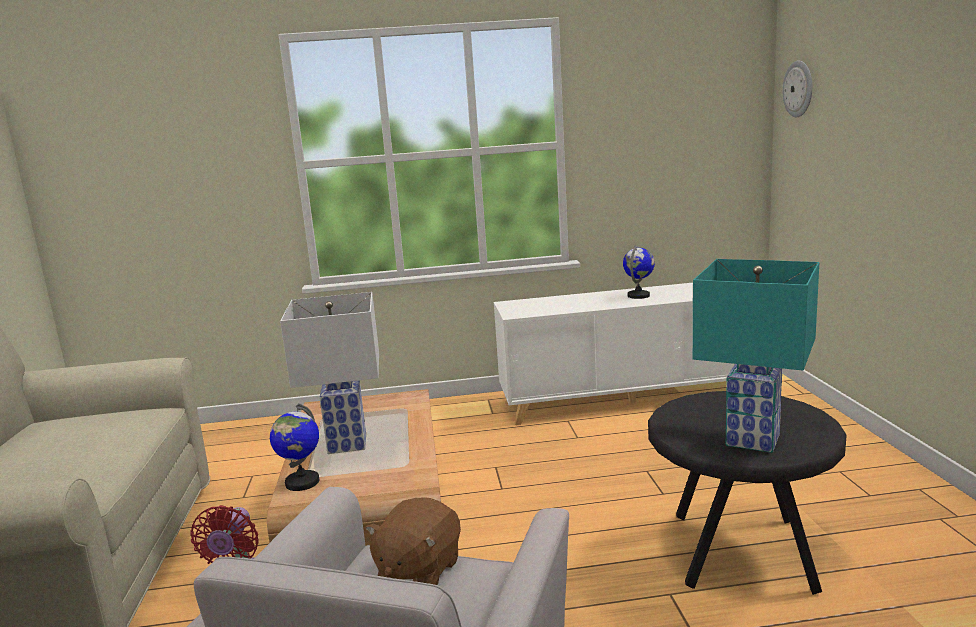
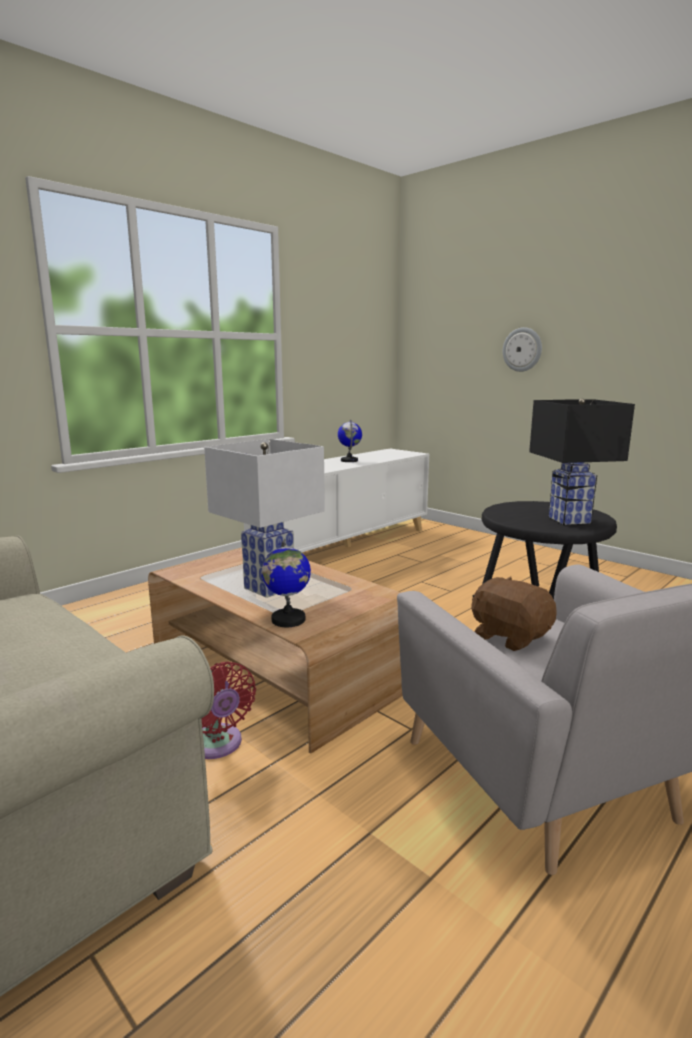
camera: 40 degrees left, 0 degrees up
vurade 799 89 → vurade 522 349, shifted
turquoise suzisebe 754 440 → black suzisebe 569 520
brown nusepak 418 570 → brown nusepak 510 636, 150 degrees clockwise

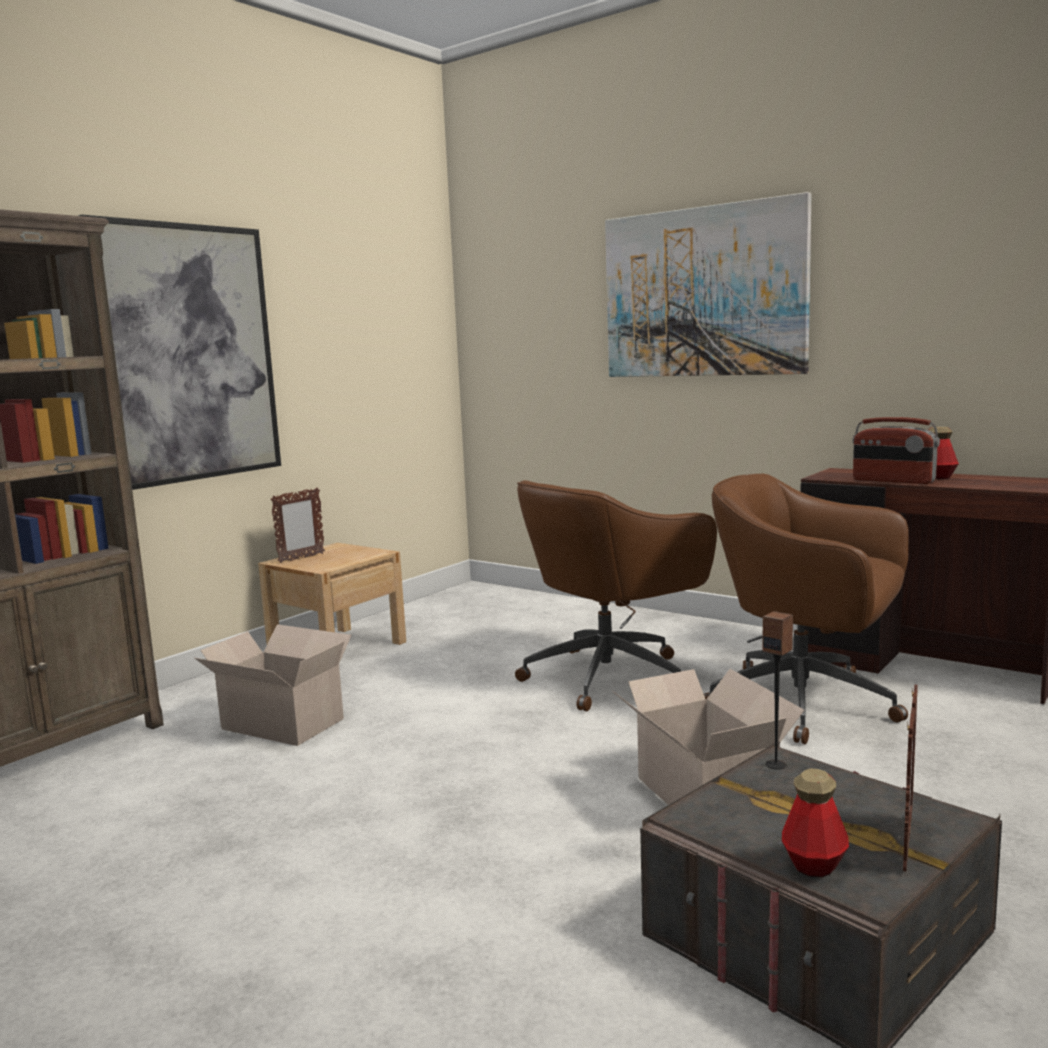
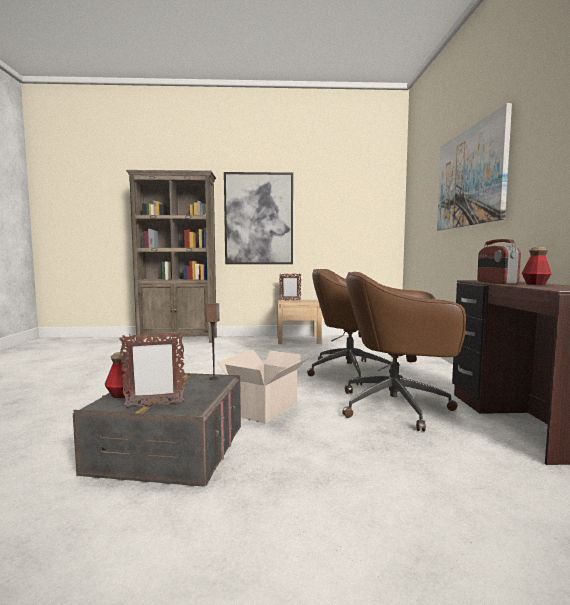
camera: 50 degrees right, 5 degrees down
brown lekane 807 704 → brown lekane 398 407, 75 degrees counterclockwise
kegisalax 280 723 → -

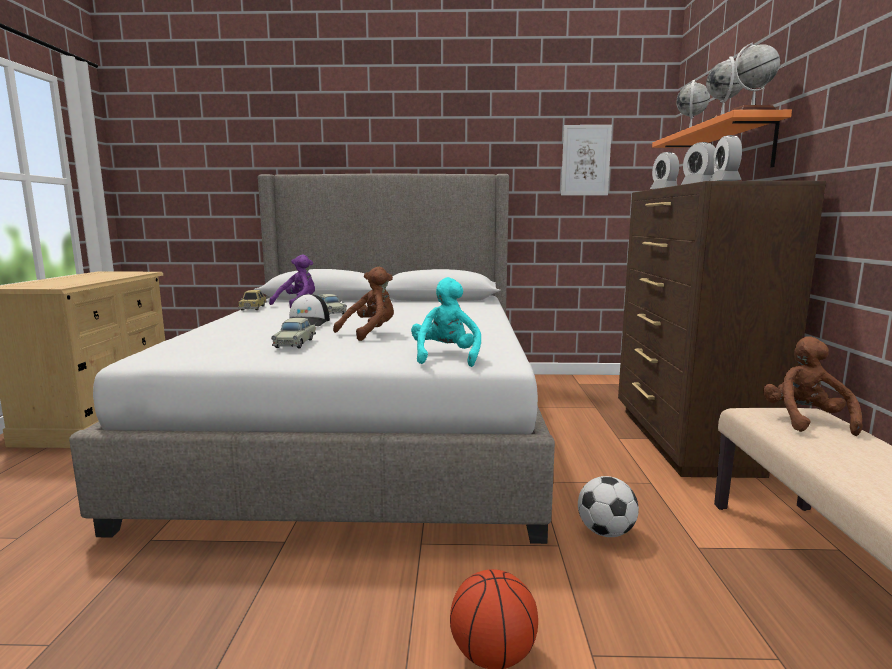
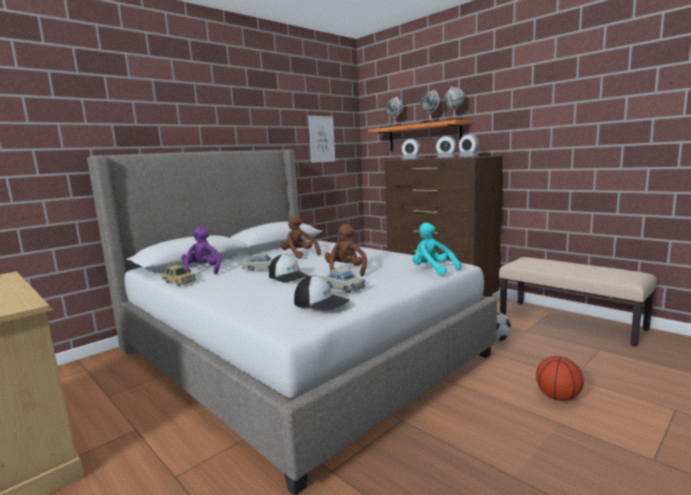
camera: 45 degrees left, 0 degrees up
brown nusepak 805 421 → brown nusepak 299 255, shifted
- → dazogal 321 302

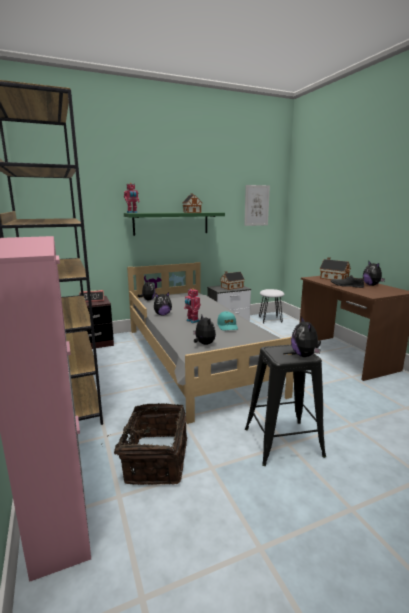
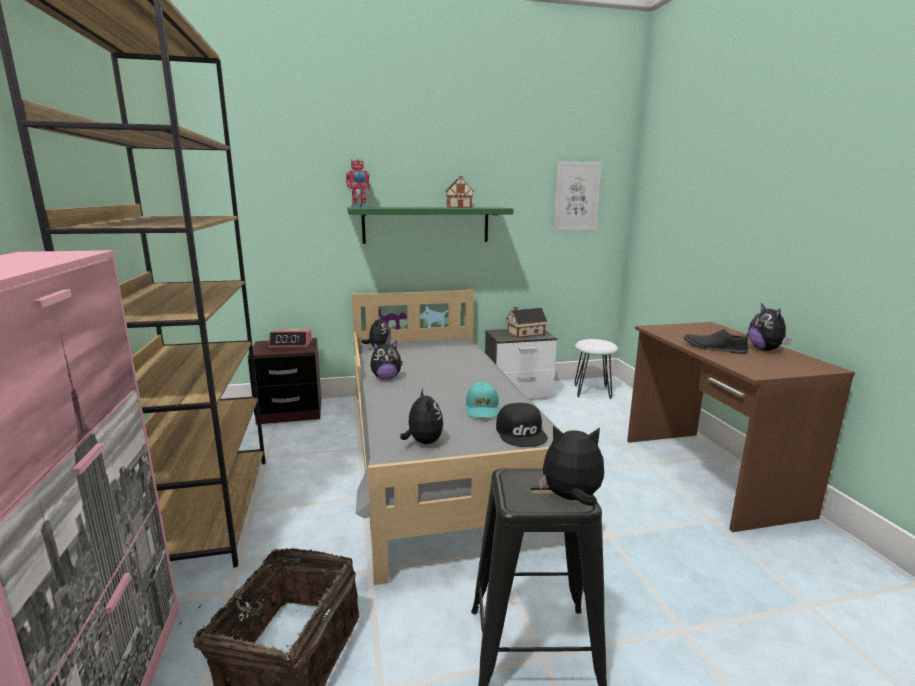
camera: 10 degrees right, 0 degrees up
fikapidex 333 278 → -
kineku 192 321 → -
nusepak 305 355 → nusepak 571 499, 90 degrees clockwise
- → black dazogal 522 433

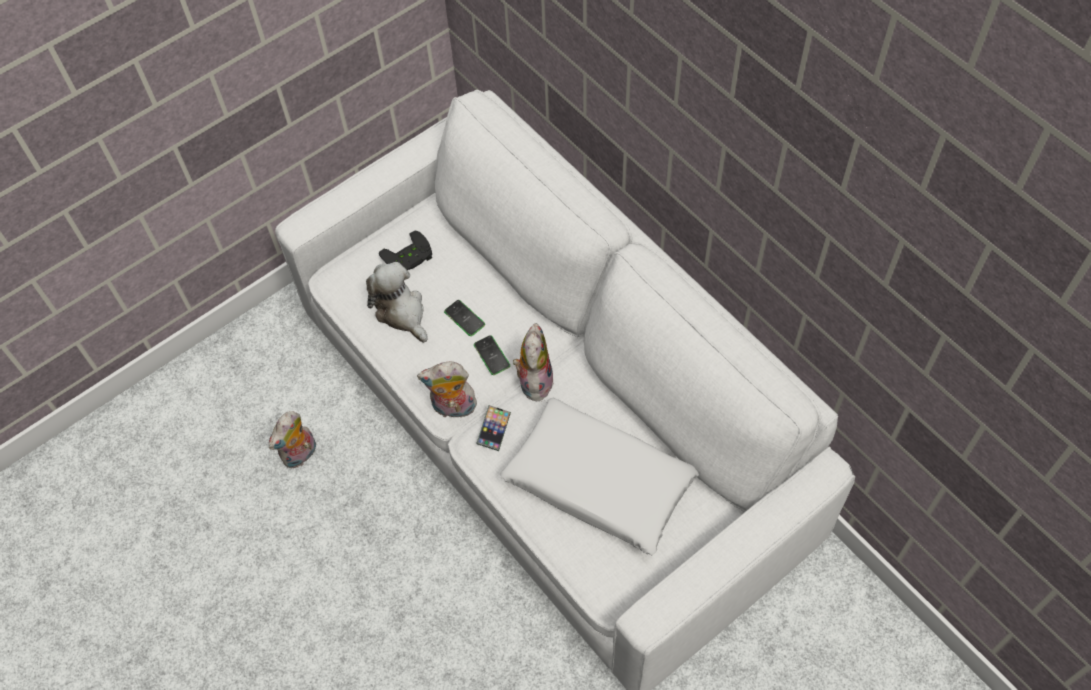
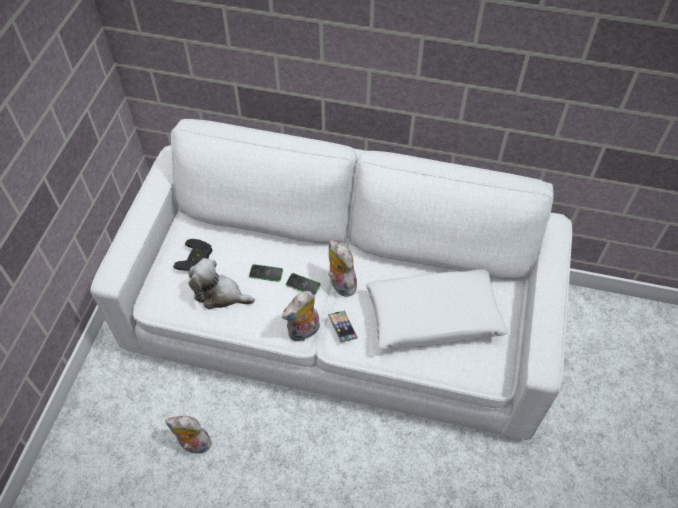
camera: 40 degrees left, 5 degrees down
nusepak 300 455 → nusepak 193 445, 105 degrees clockwise

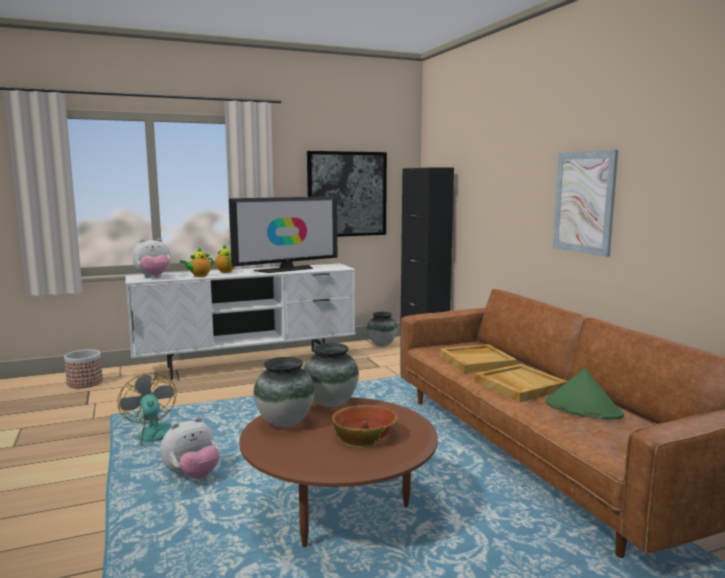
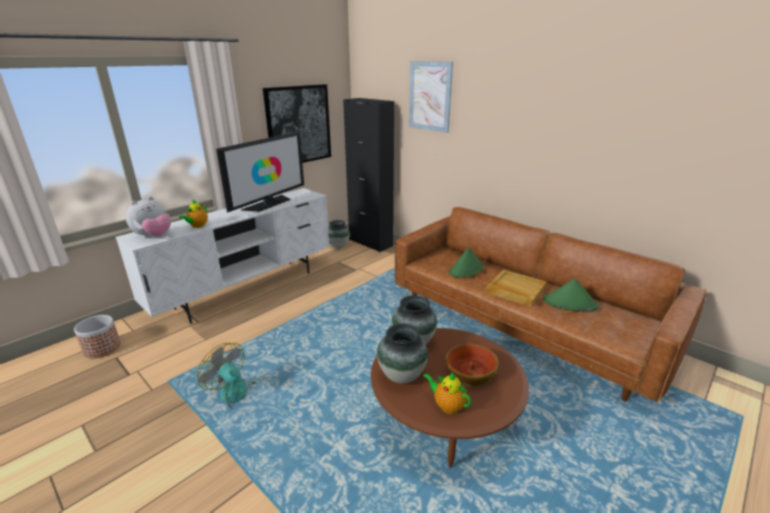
camera: 25 degrees left, 15 degrees up
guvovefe 584 202 → guvovefe 430 96, shifted
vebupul 225 271 → vebupul 447 405, shifted
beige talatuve 477 361 → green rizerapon 466 269
nusepak 192 476 → -

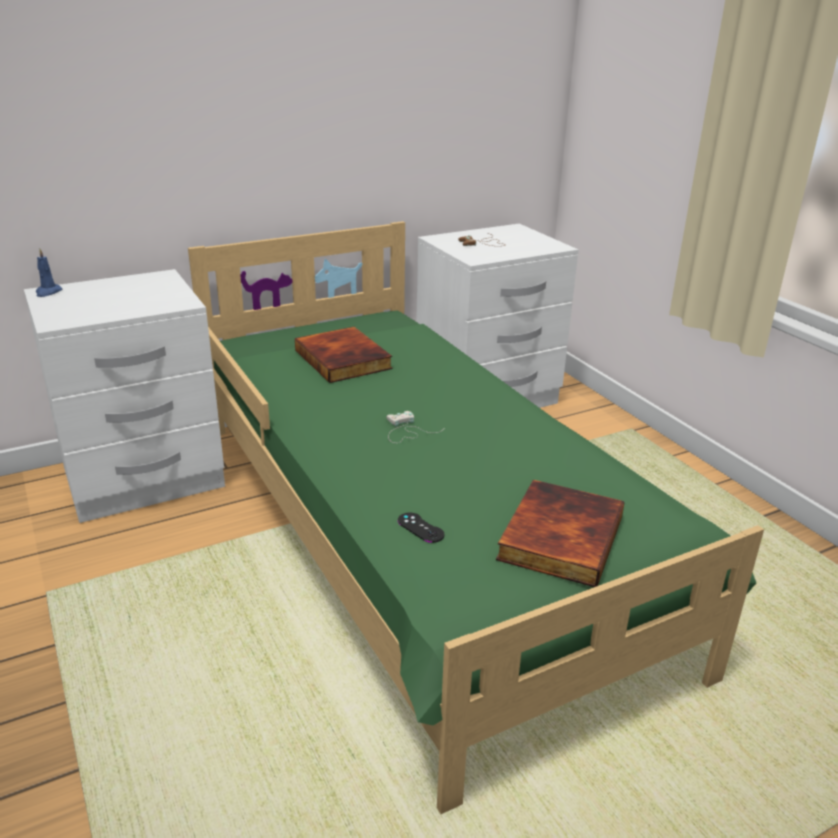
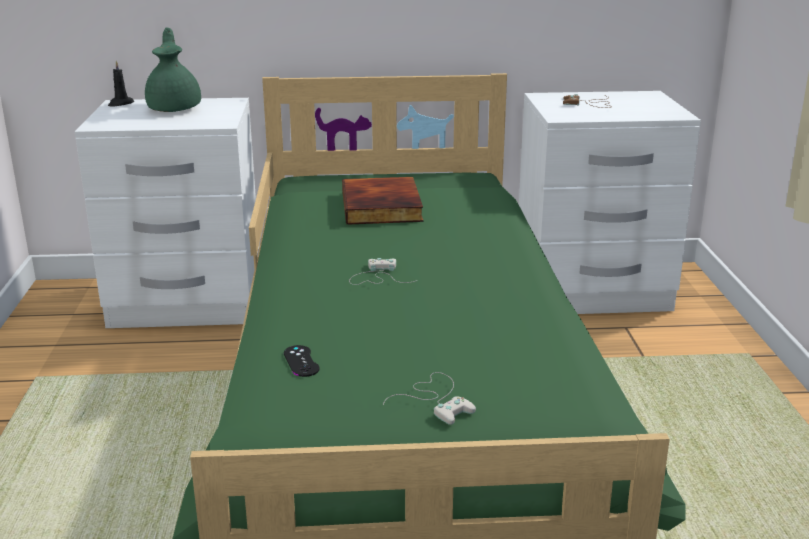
camera: 25 degrees right, 5 degrees down
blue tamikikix 48 292 → black tamikikix 120 104
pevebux 558 536 → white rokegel 436 399
- → green vebupul 175 108

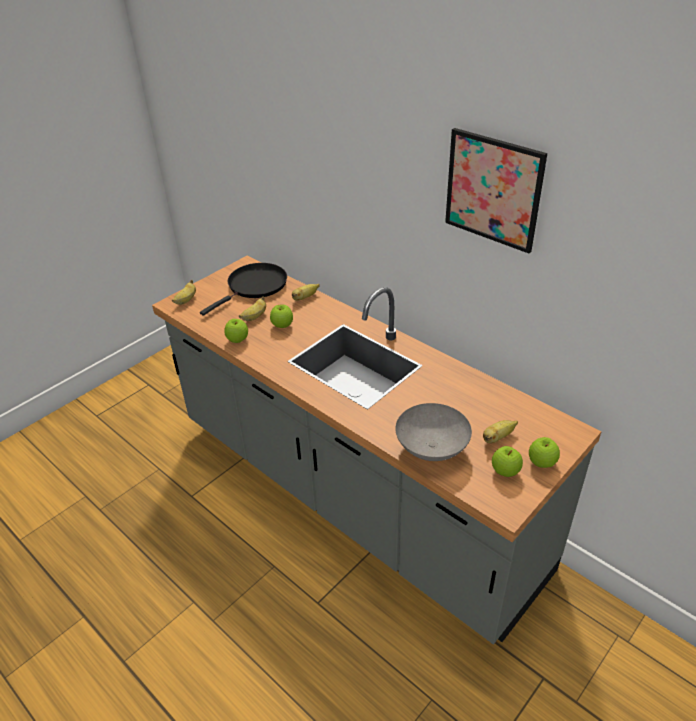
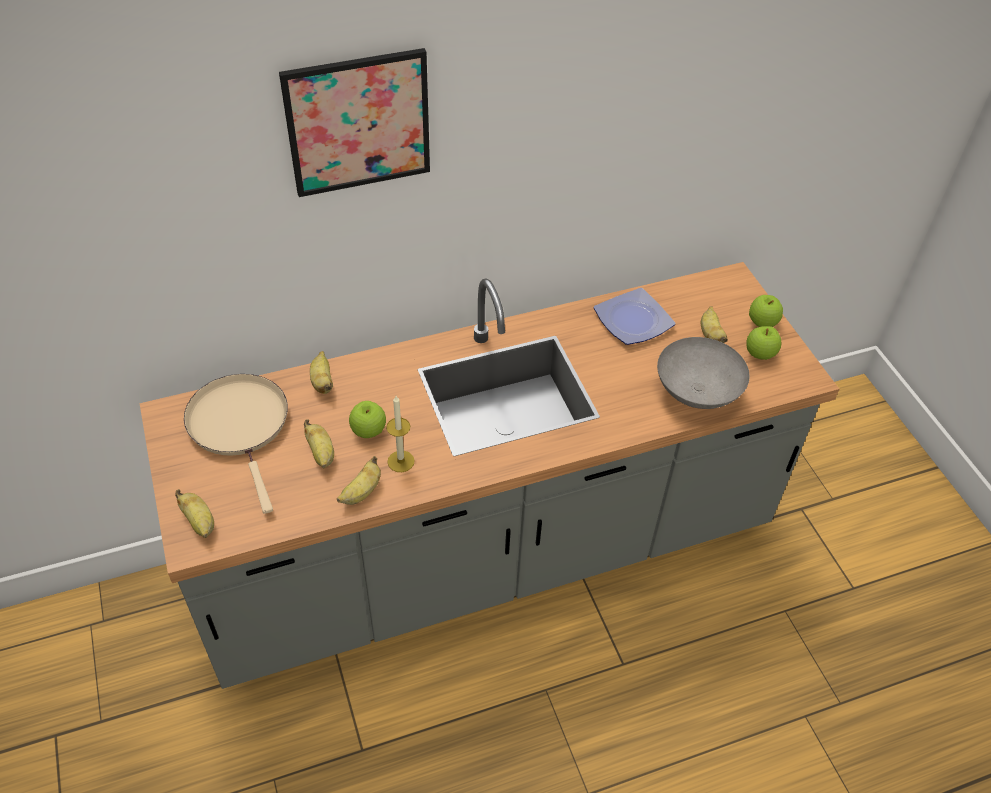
camera: 65 degrees left, 10 degrees up
guvovefe 493 190 → guvovefe 358 123, shifted
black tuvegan 254 286 → beige tuvegan 240 425
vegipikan 237 340 → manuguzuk 361 492
- → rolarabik 633 319
- → tamikikix 401 461

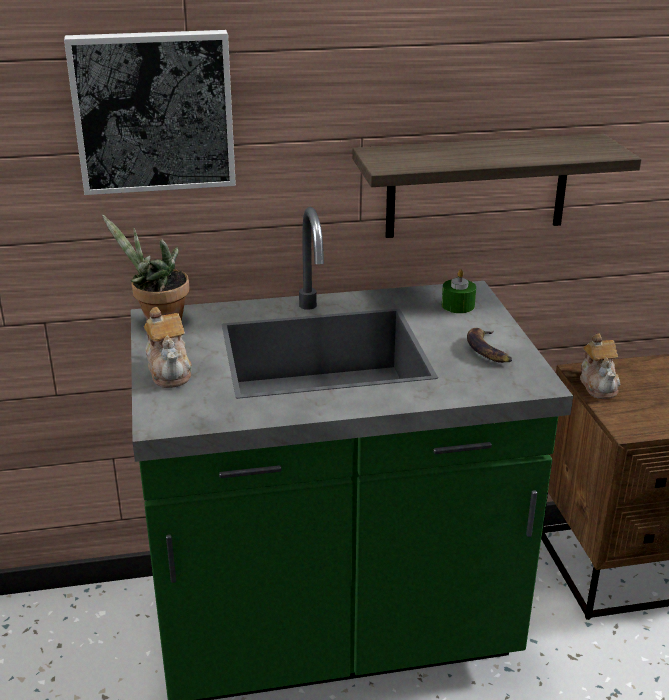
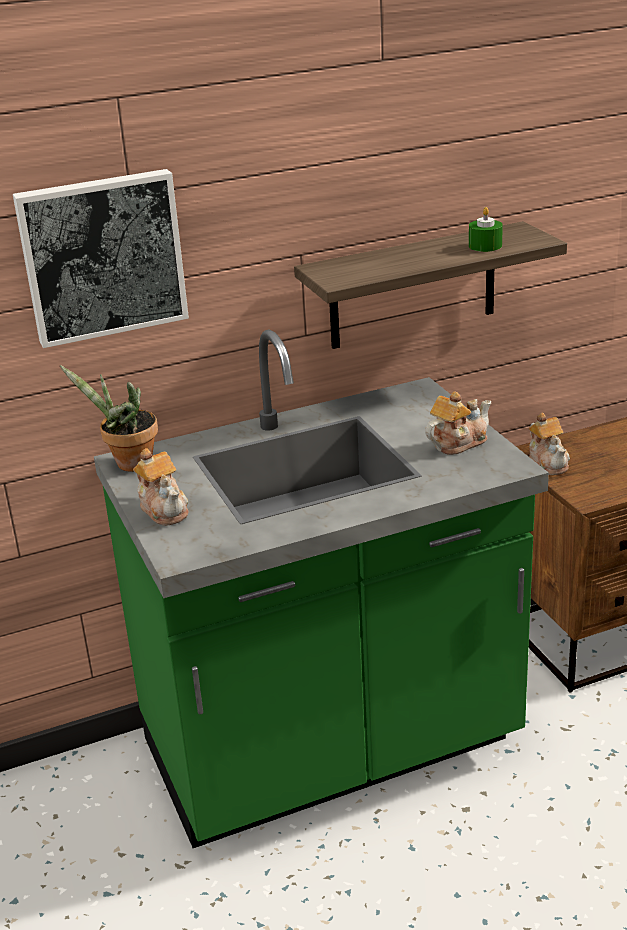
camera: 10 degrees left, 0 degrees up
green tamikikix 458 305 → green tamikikix 485 246, shifted
manuguzuk 488 350 → vebupul 457 443

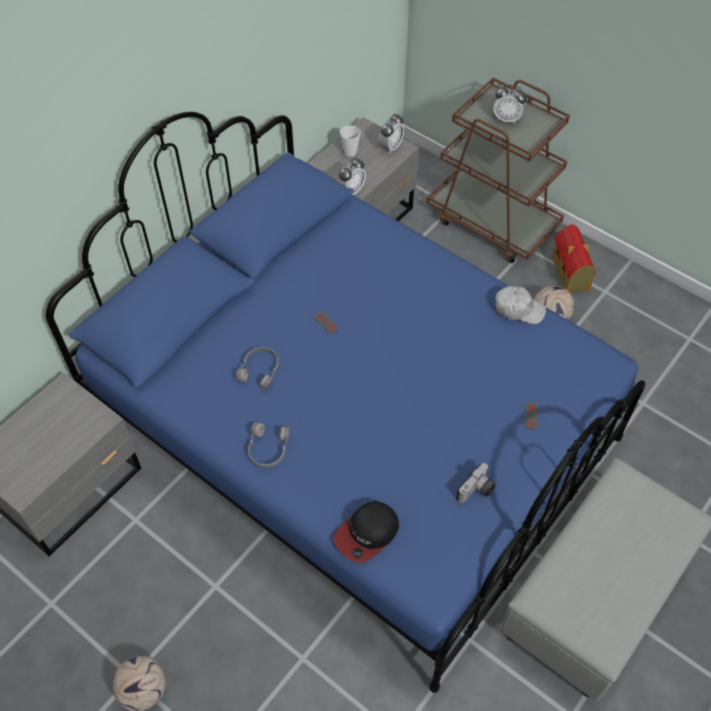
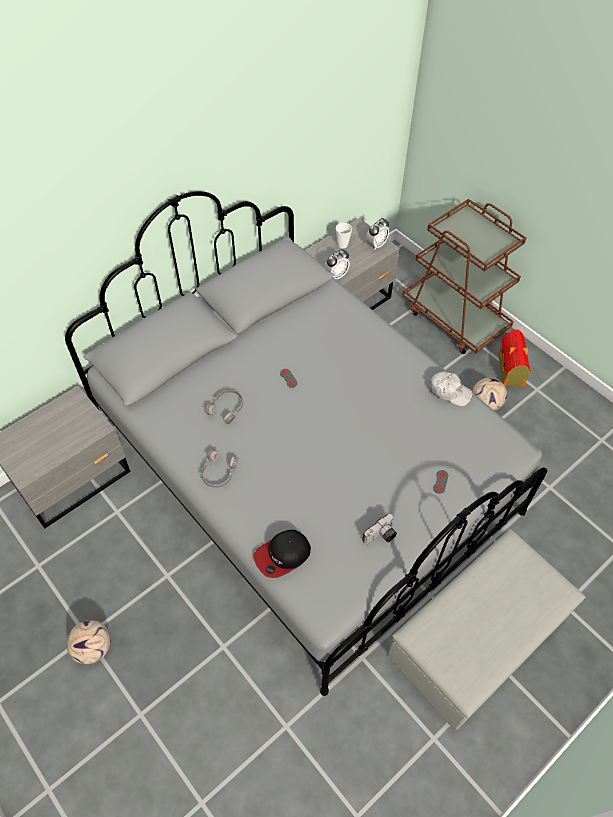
camera: 10 degrees right, 0 degrees up
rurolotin 507 118 → -
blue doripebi 356 430 → grey doripebi 306 469

